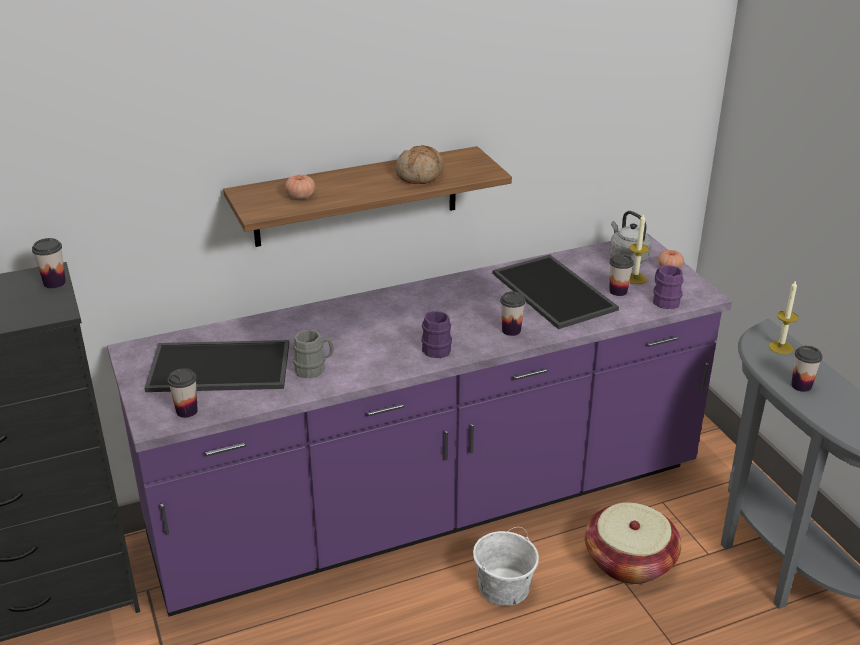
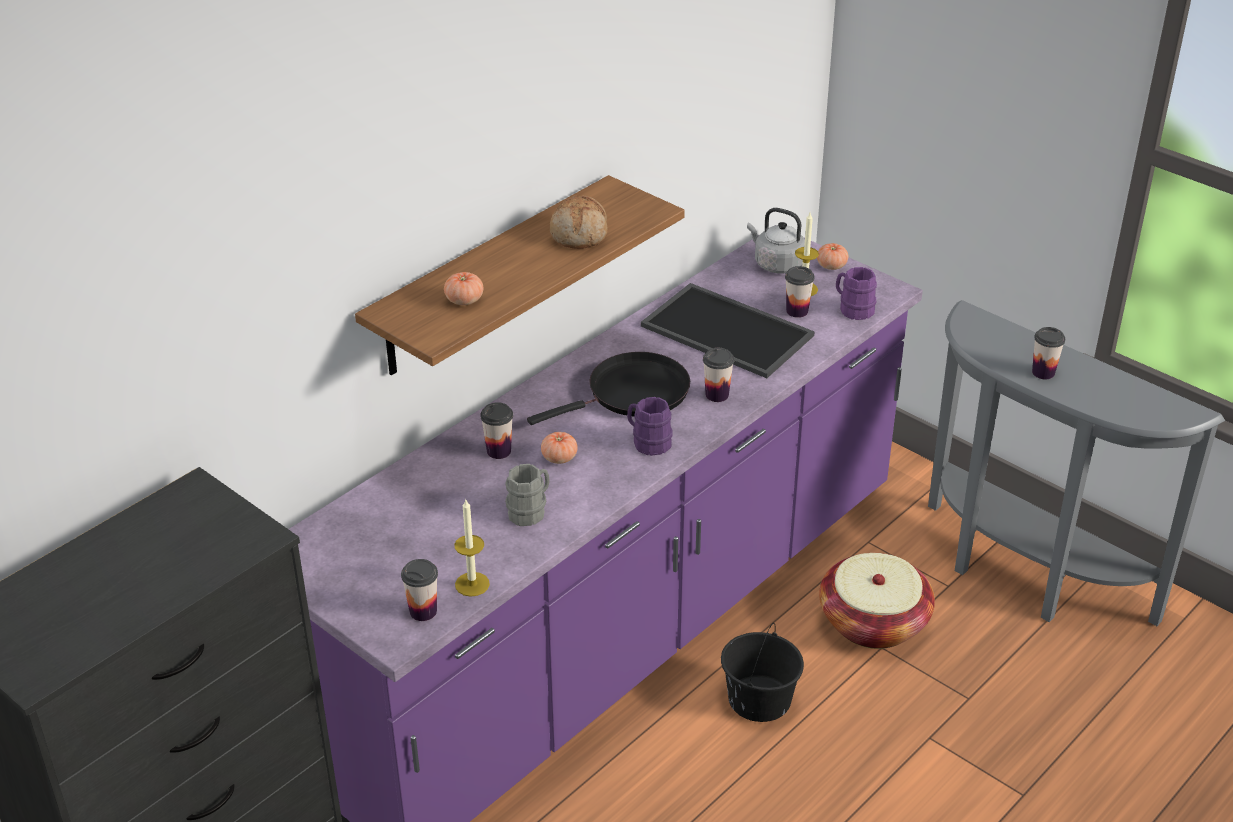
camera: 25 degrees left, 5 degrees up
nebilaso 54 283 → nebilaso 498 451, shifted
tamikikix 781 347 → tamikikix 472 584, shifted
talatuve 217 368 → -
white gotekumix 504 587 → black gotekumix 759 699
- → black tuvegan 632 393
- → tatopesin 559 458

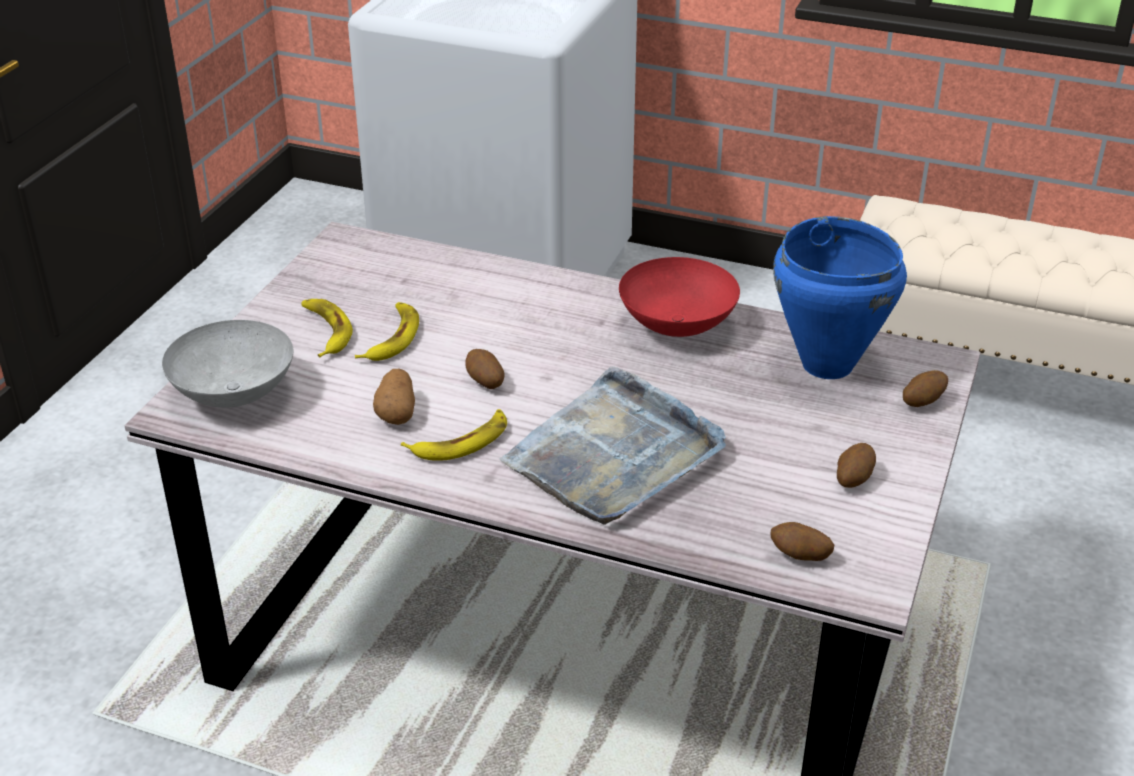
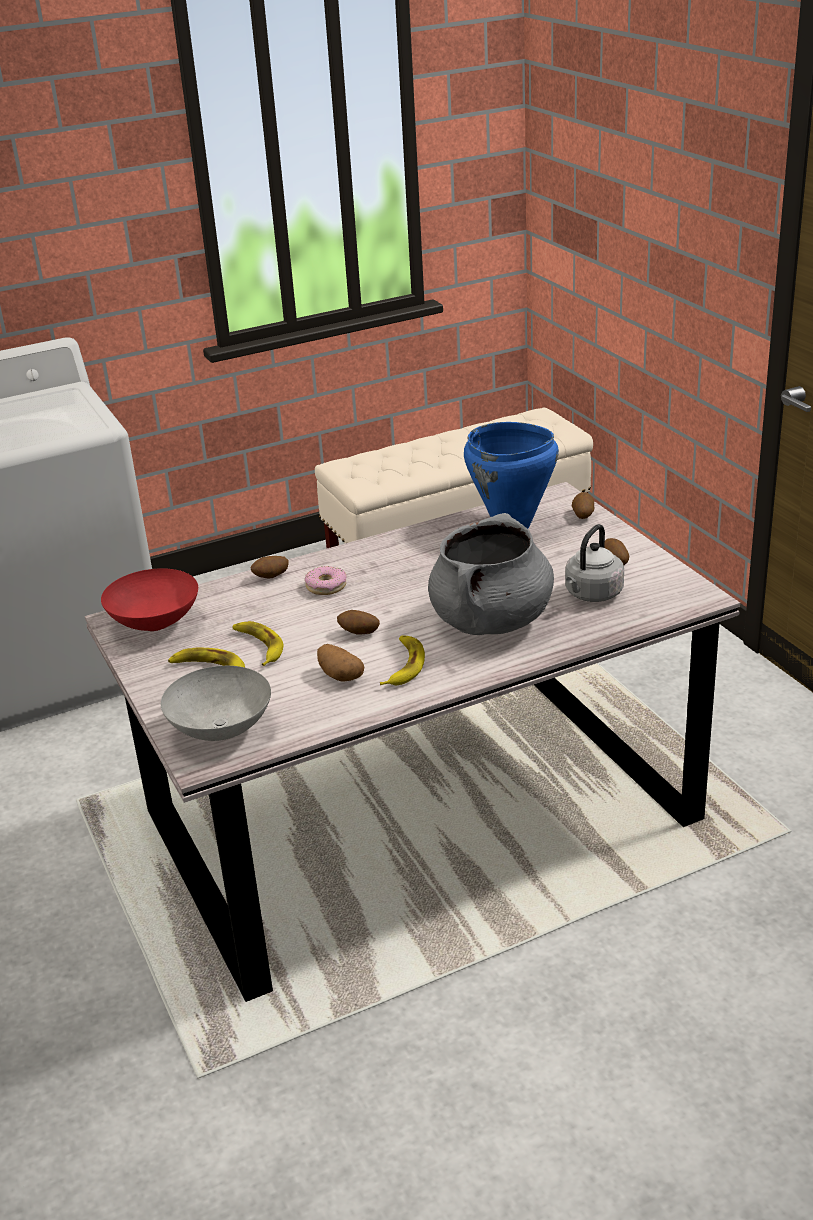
camera: 45 degrees left, 5 degrees down
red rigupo 676 325 → red rigupo 154 623, shifted
grey talatuve 614 454 → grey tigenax 491 621
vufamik 799 556 → vufamik 271 577, shifted
- → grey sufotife 592 595
- → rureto 326 586

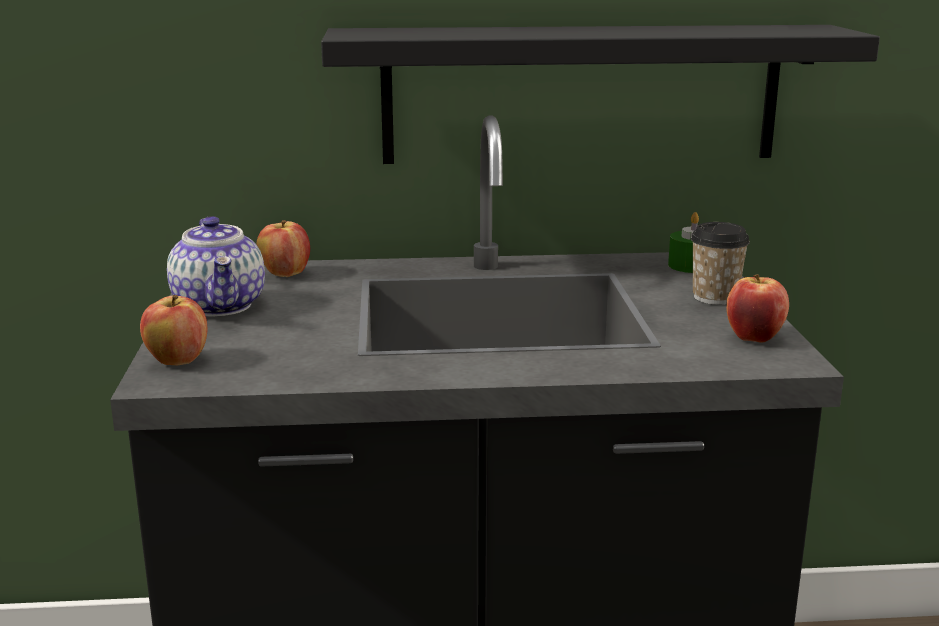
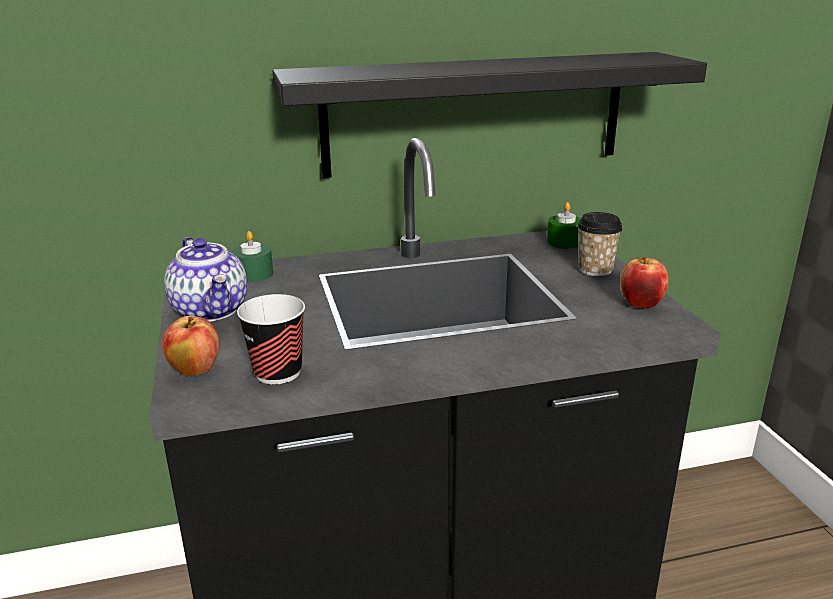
camera: 10 degrees left, 5 degrees up
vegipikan 285 274 → green tamikikix 254 274
- → nebilaso 278 372

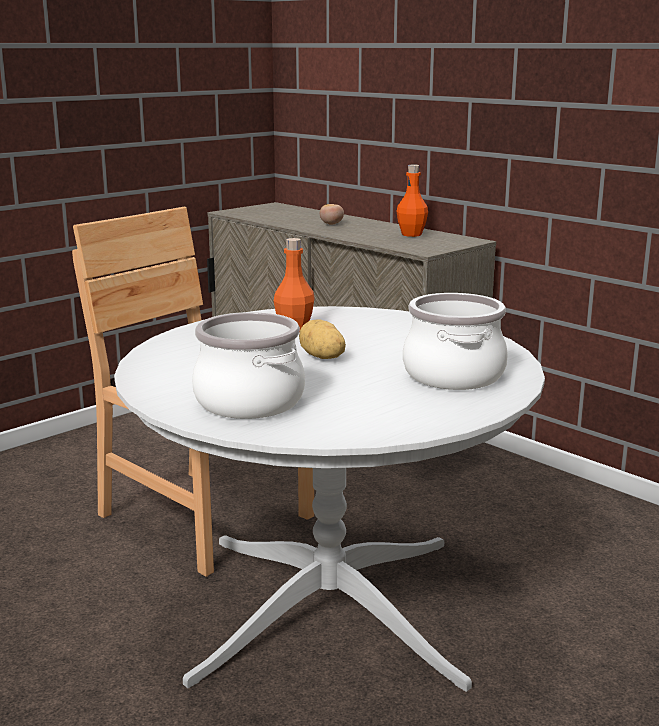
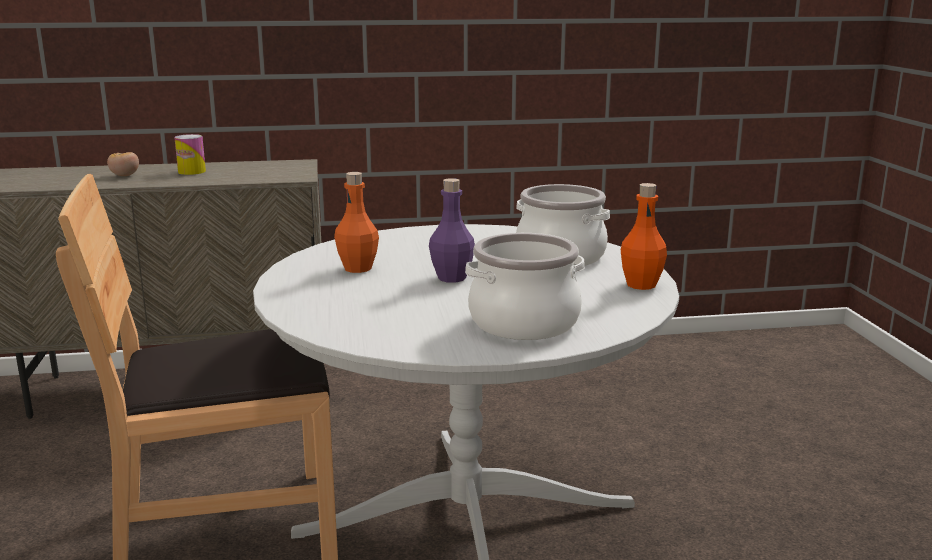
camera: 55 degrees left, 0 degrees up
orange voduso 411 234 → orange voduso 641 285, shifted
vufamik 322 357 → purple voduso 452 278
- → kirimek 192 172

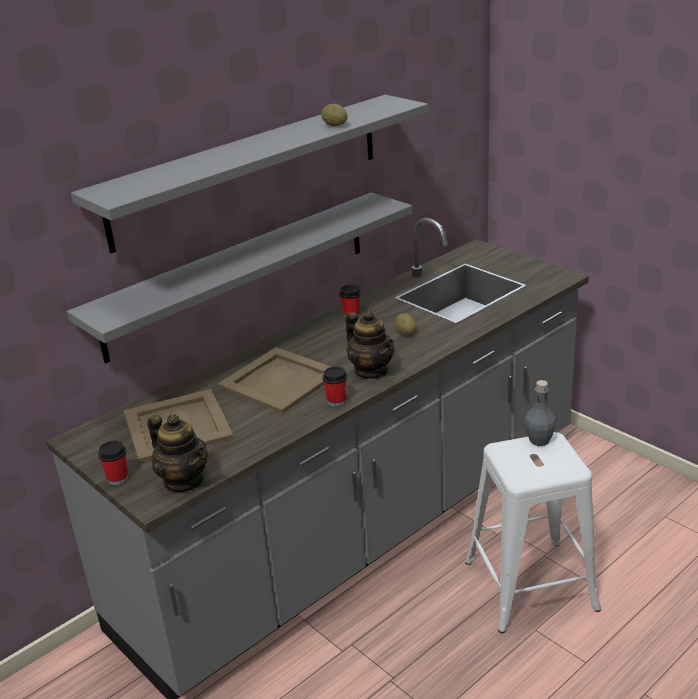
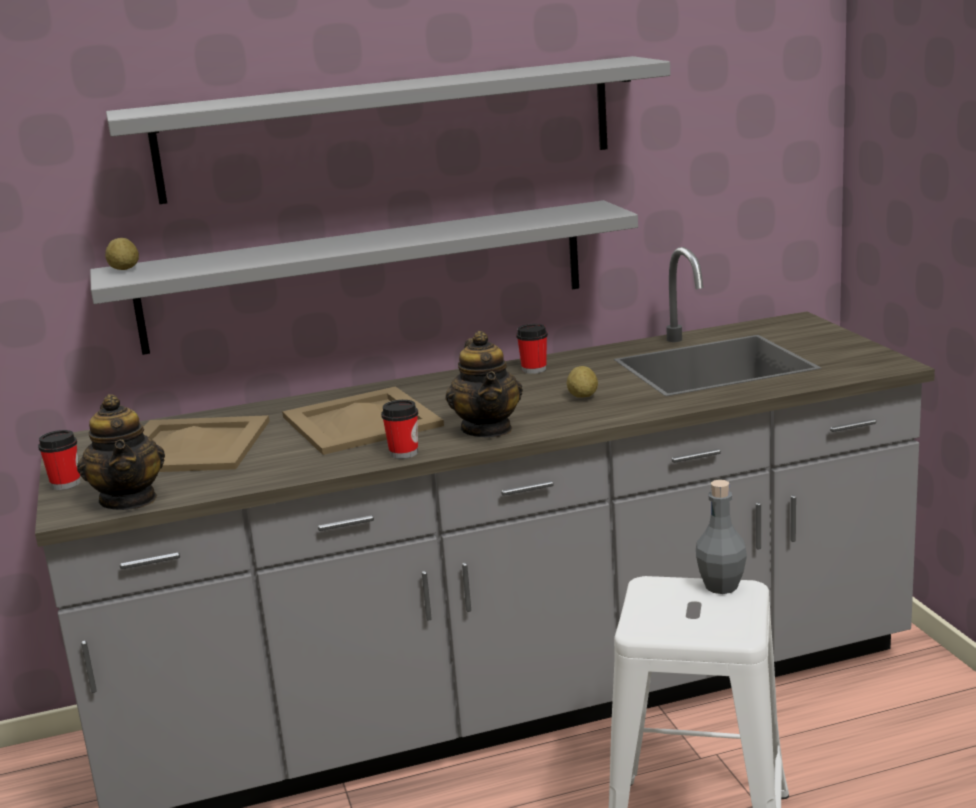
camera: 25 degrees right, 10 degrees down
vufamik 335 125 → vufamik 124 269, shifted

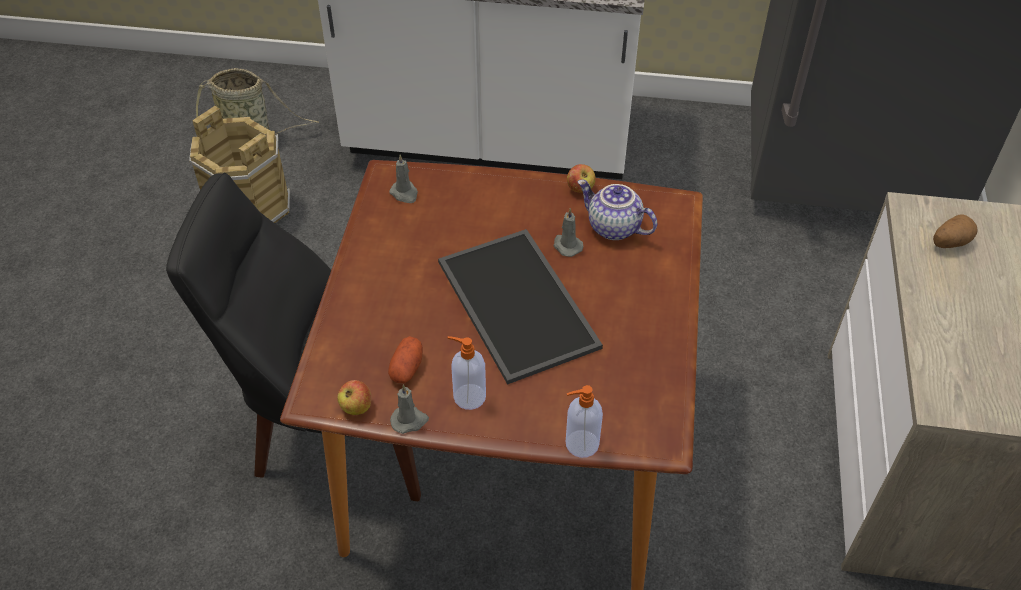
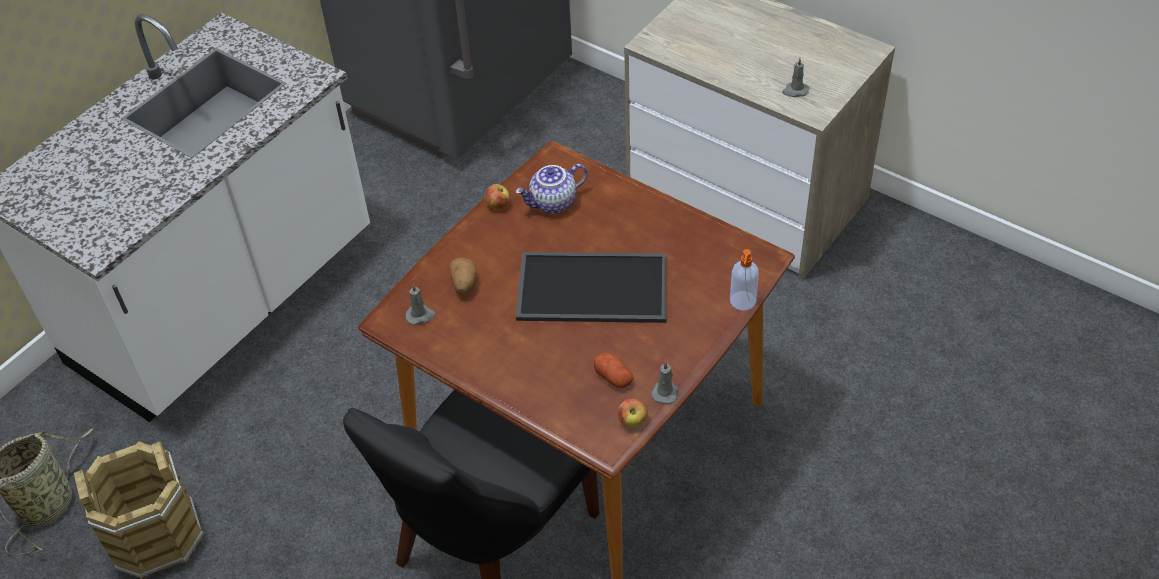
camera: 60 degrees left, 0 degrees up
grey tamikikix 566 246 → grey tamikikix 795 91, shifted
vufamik 949 242 → vufamik 464 284, shifted
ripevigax 468 396 → -

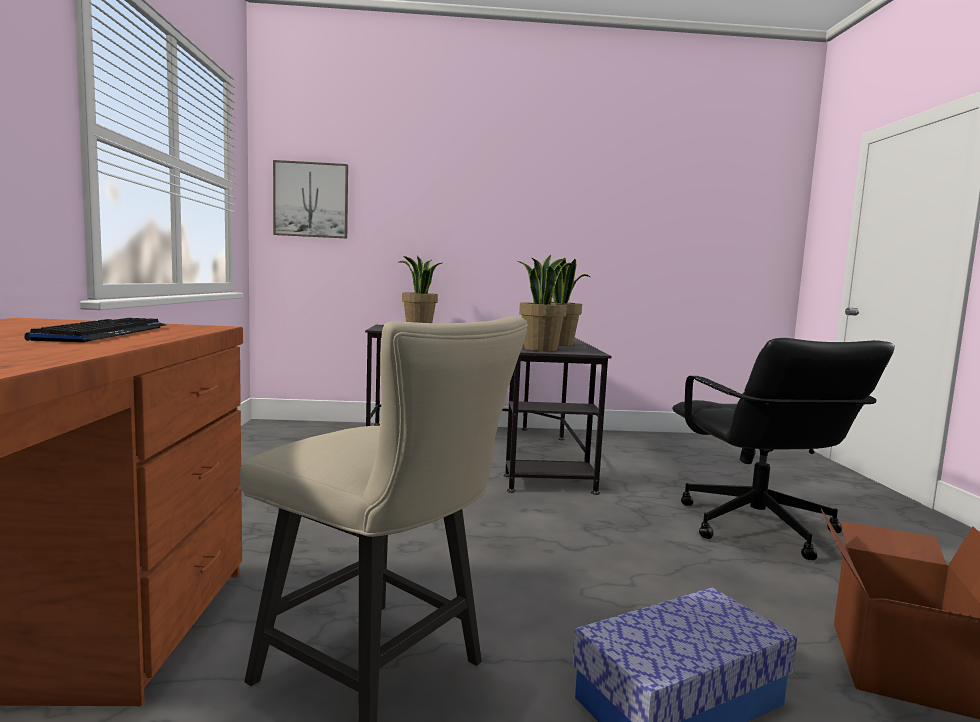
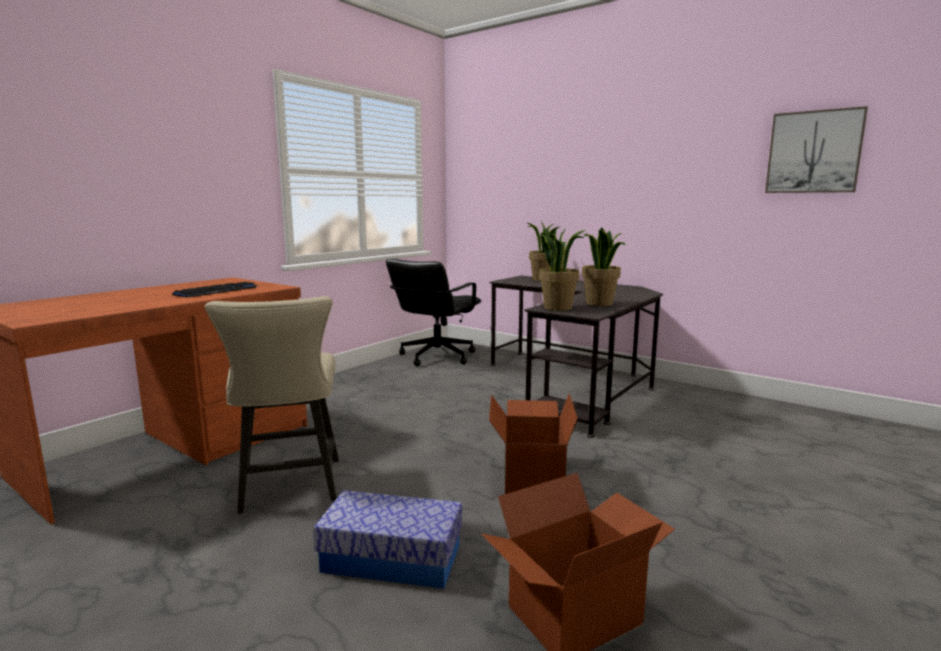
camera: 40 degrees right, 5 degrees up
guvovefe 311 200 → guvovefe 814 152, shifted
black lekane 756 527 → black lekane 436 356, shifted
- → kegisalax 531 478

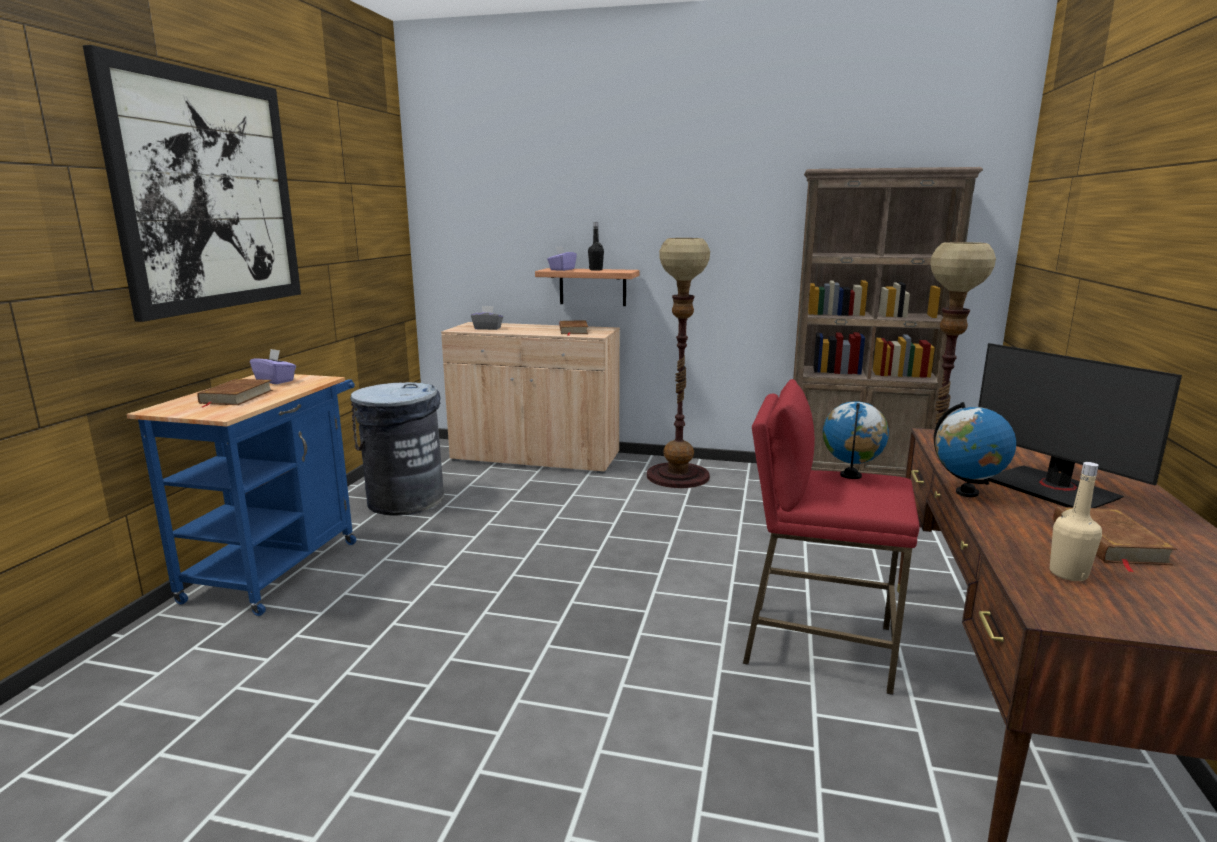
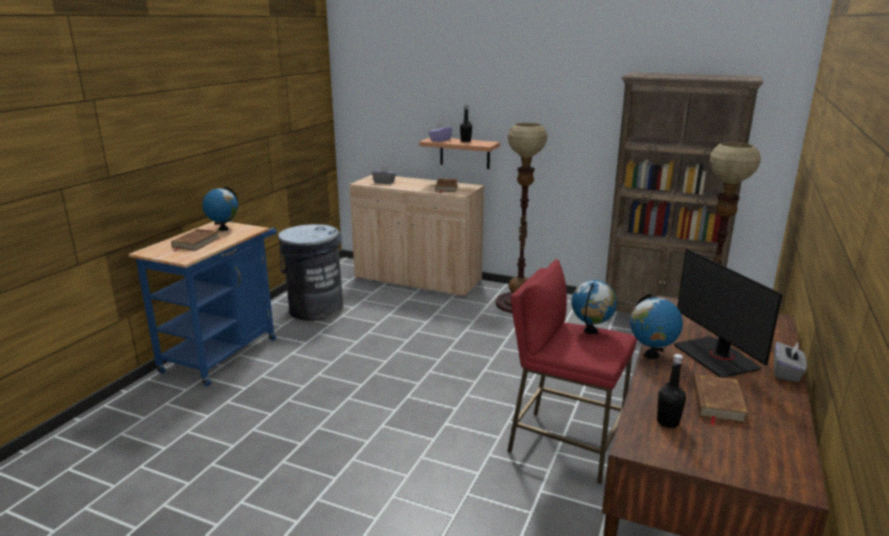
camera: 10 degrees right, 5 degrees up
guvovefe 209 193 → -
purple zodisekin 275 381 → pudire 223 229
beige voduso 1068 574 → black voduso 668 422
- → grey zodisekin 786 373

